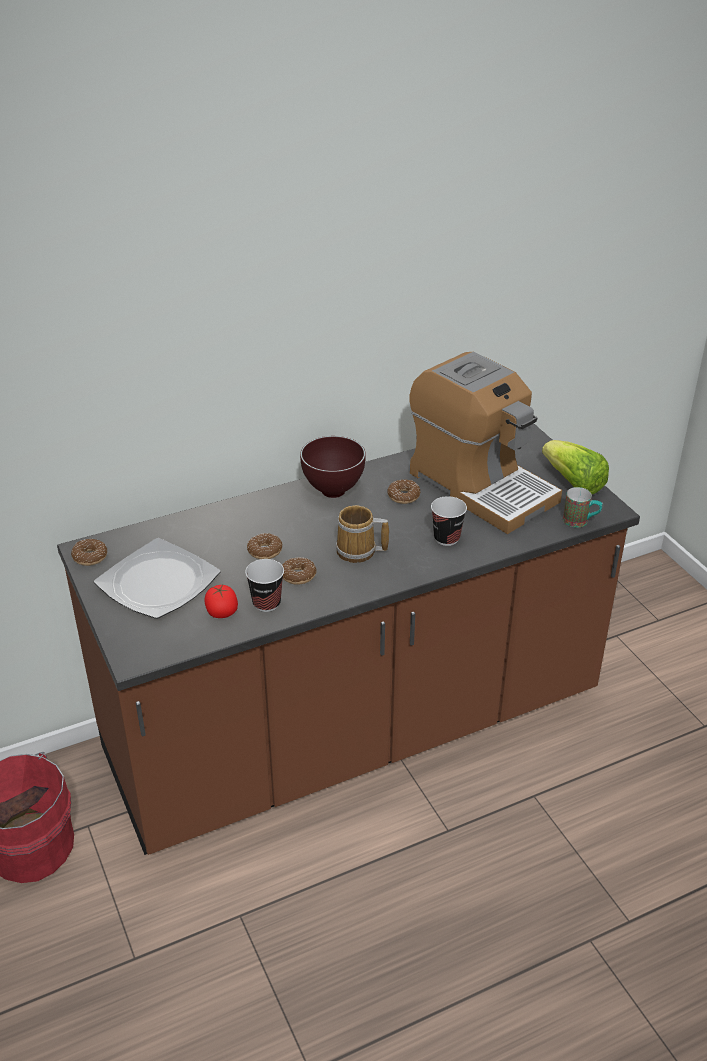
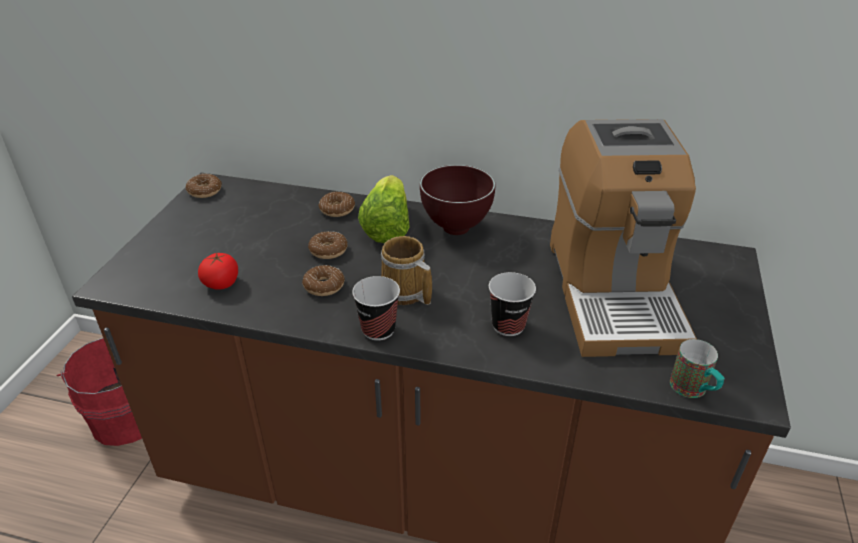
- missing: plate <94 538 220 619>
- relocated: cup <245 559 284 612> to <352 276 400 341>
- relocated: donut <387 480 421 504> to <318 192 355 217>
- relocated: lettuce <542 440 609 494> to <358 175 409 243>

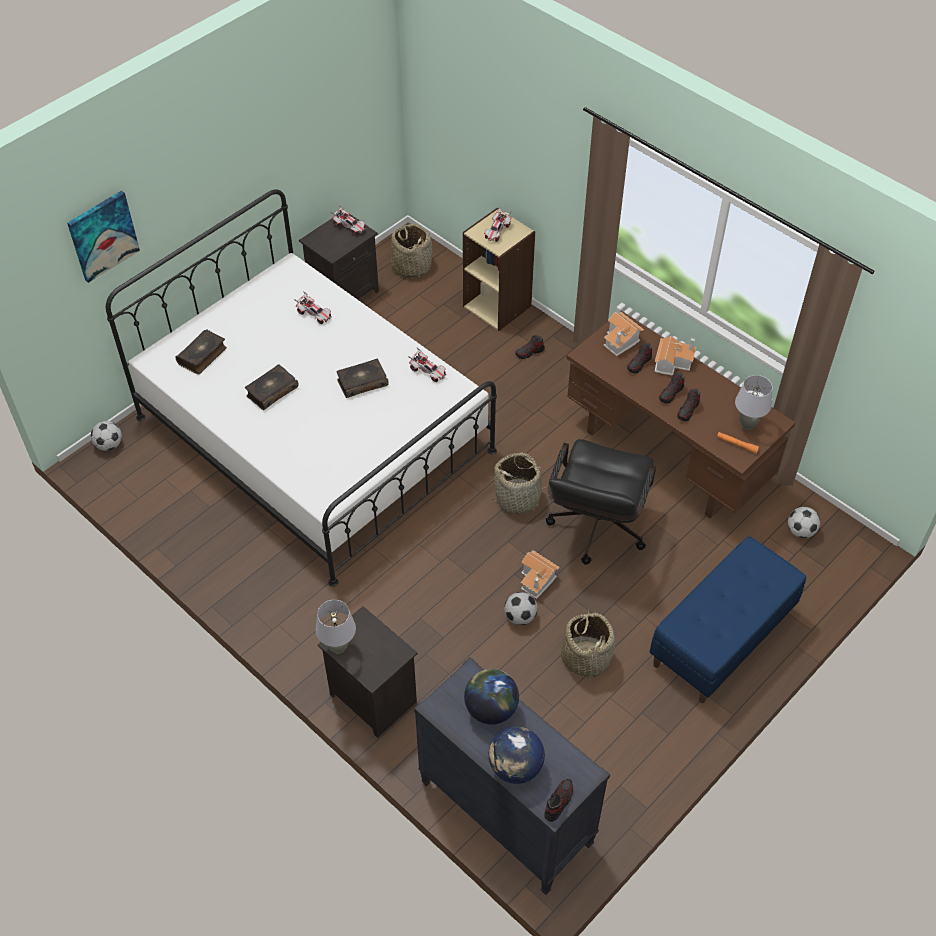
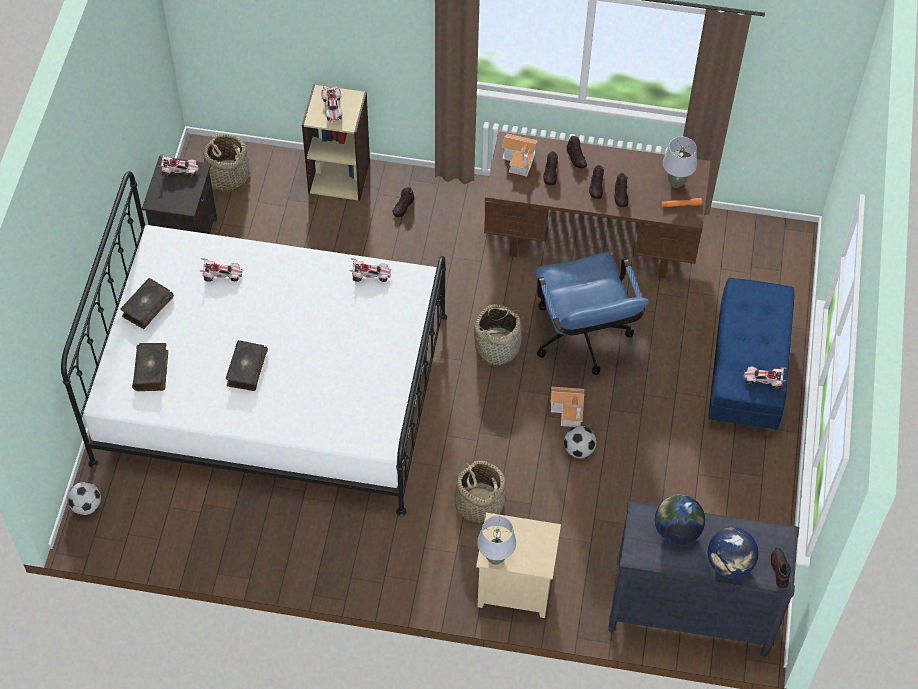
- missing: picture <67 191 140 283>
- missing: football <788 507 820 538>
- appeared: toy car <743 367 787 390>
- relocated: book <336 359 389 398> to <120 278 174 329>
- relocated: basket <561 611 615 680> to <454 461 506 523>
- exchanged: toy house <655 336 696 375> to shoe <567 136 587 168>
- colour: black nightstand <318 606 418 738> to beige nightstand <476 513 561 618>
- colour: black office chair <546 439 656 565> to blue office chair <535 252 649 375>

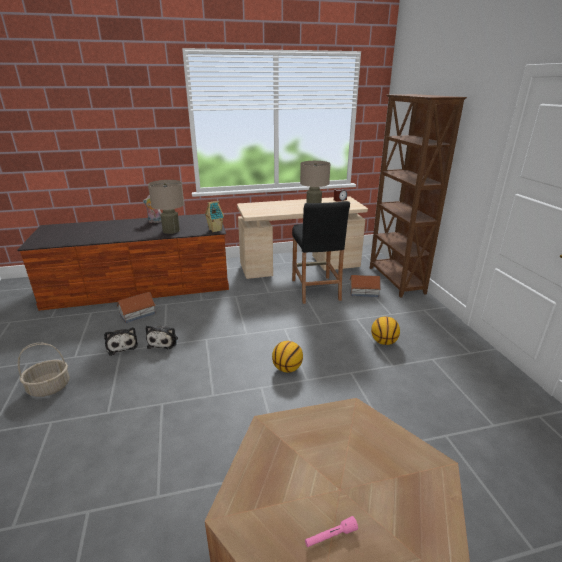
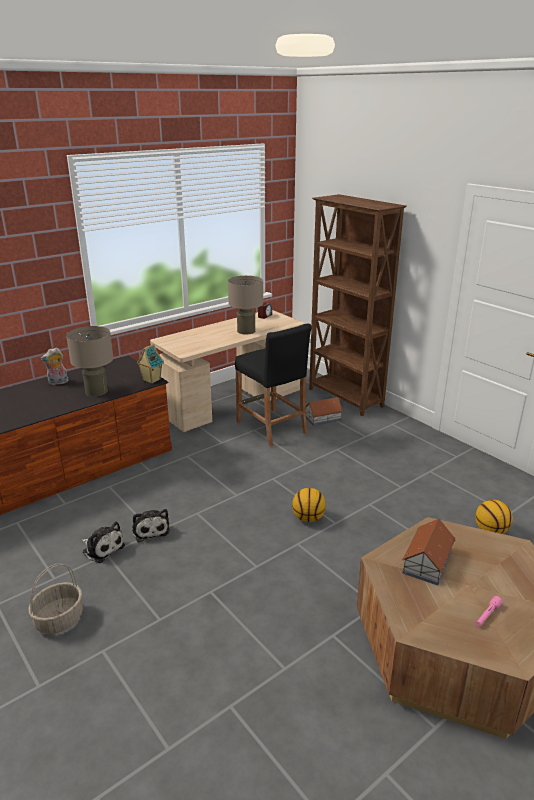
- relocated: toy house <117 292 156 323> to <402 519 456 586>
- relocated: basketball <371 317 400 345> to <475 500 513 534>

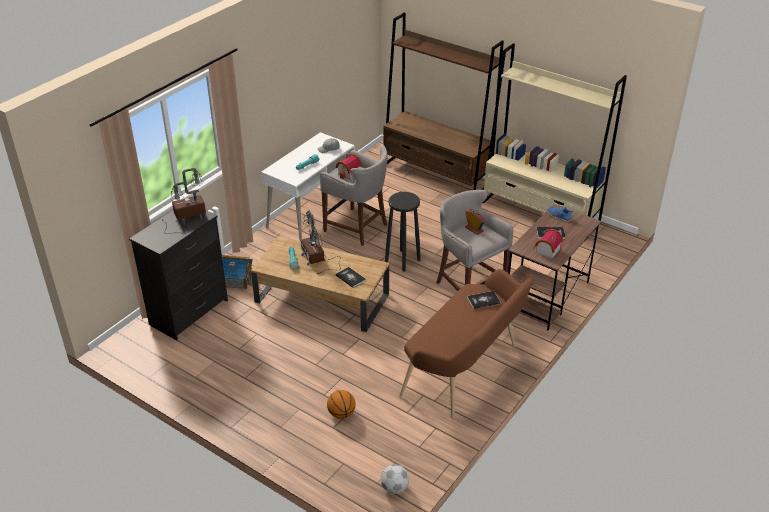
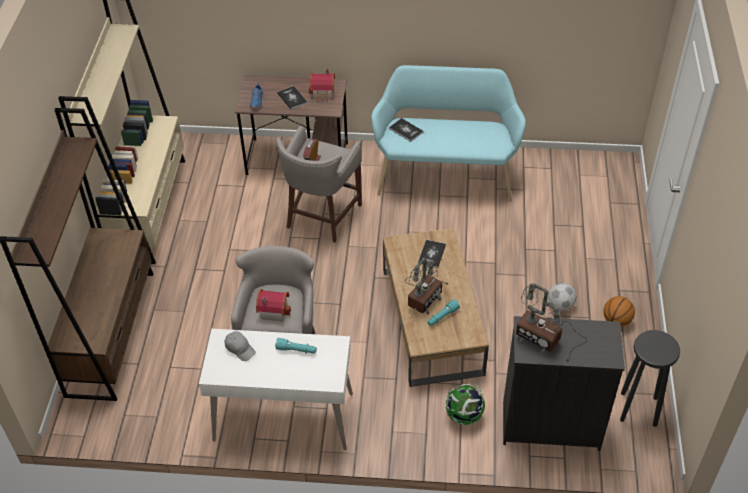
- relocated: basketball <327 390 356 419> to <603 296 635 327>
- relocated: football <381 464 409 494> to <548 283 576 311>
- relocated: black stool <385 192 421 272> to <620 330 680 427>
- exchanged: toy house <222 255 253 290> to globe <445 381 485 426>
- colour: brown bench <399 269 533 418> to turquoise bench <371 65 526 202>

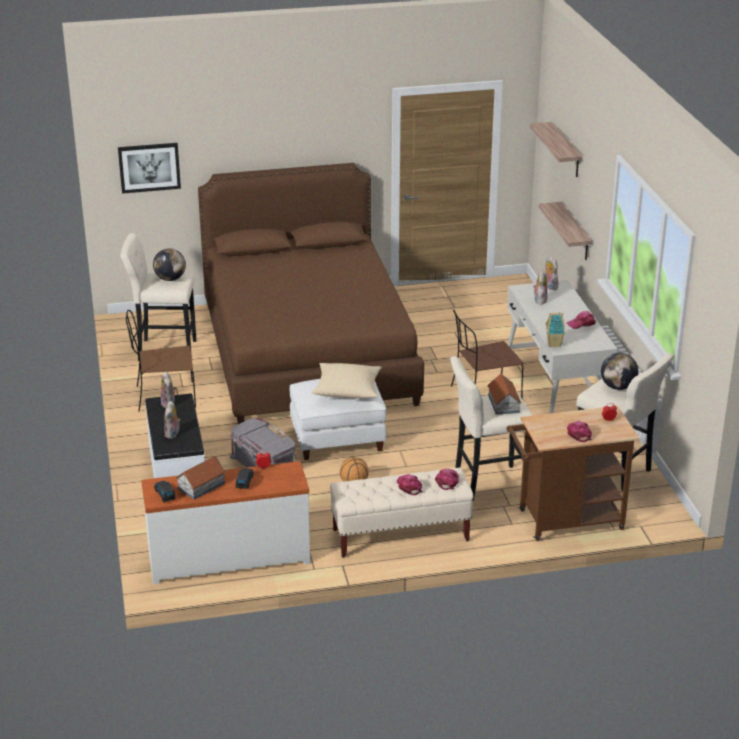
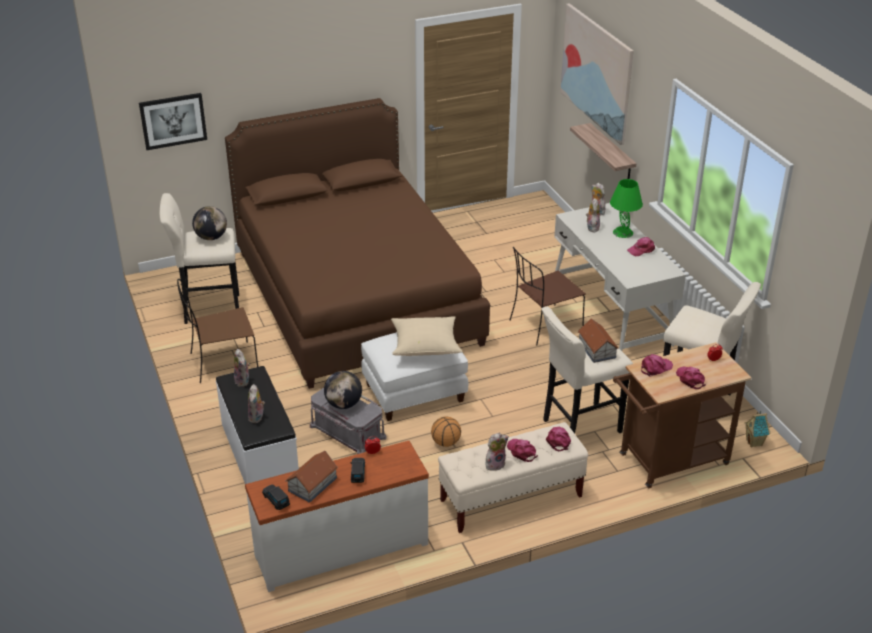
- appeared: plush toy <486 433 509 471>
- appeared: green table lamp <610 179 643 238>
- appeared: pink cap <641 354 673 377>
- relocated: toy house <546 312 565 347> to <744 411 770 448>
- relocated: globe <601 353 638 390> to <324 371 362 409>
- exchanged: shelf <530 122 582 177> to picture <560 3 634 145>

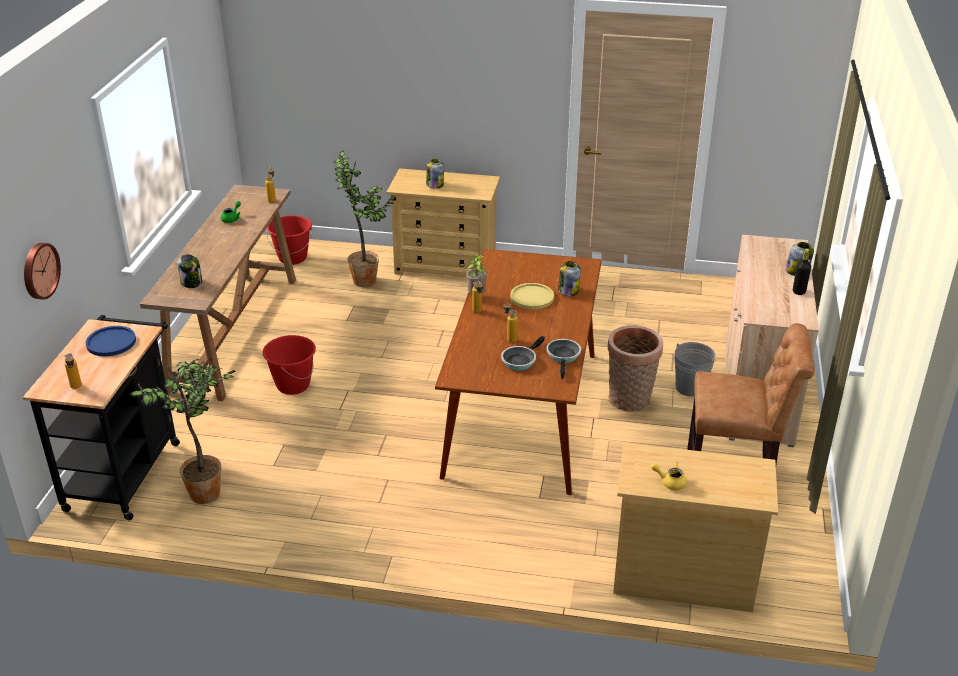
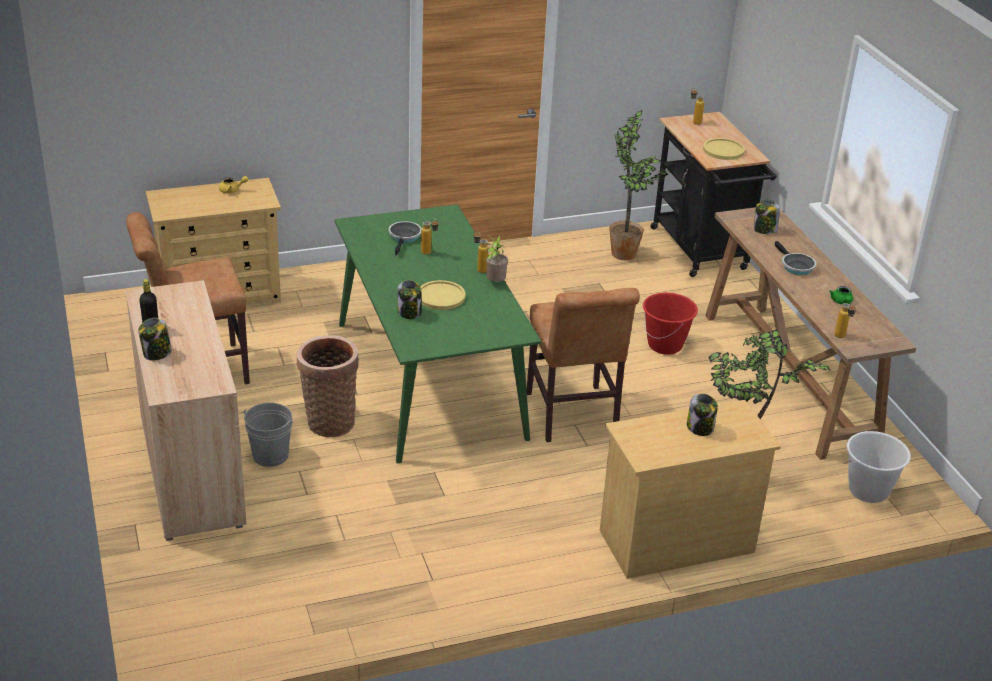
- missing: wall clock <24 243 61 300>
- appeared: brown chair <526 288 640 442>
- relocated: frying pan <546 339 581 379> to <775 241 816 275>
- colour: blue plate <86 326 136 356> to yellow plate <703 138 745 160>
- colour: red bucket <266 215 313 265> to white bucket <843 431 911 503>
- colour: brown dining table <435 249 602 495> to green dining table <335 205 542 464>

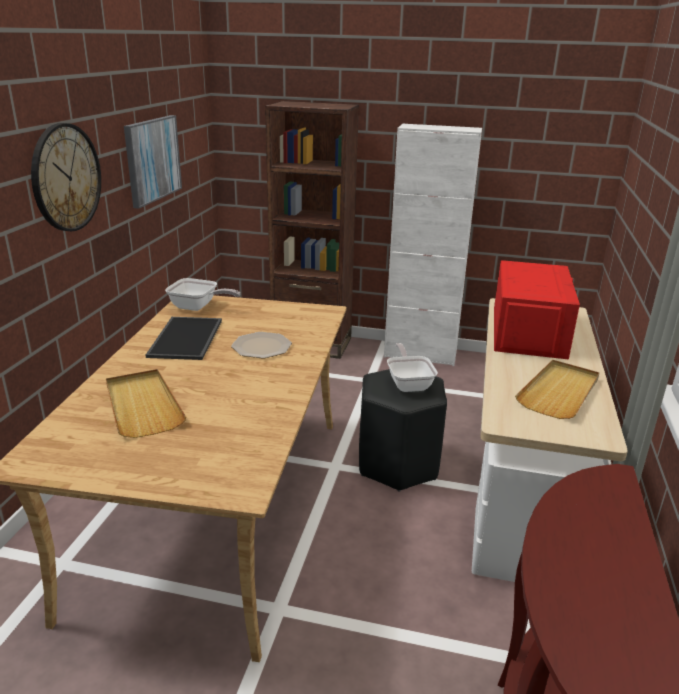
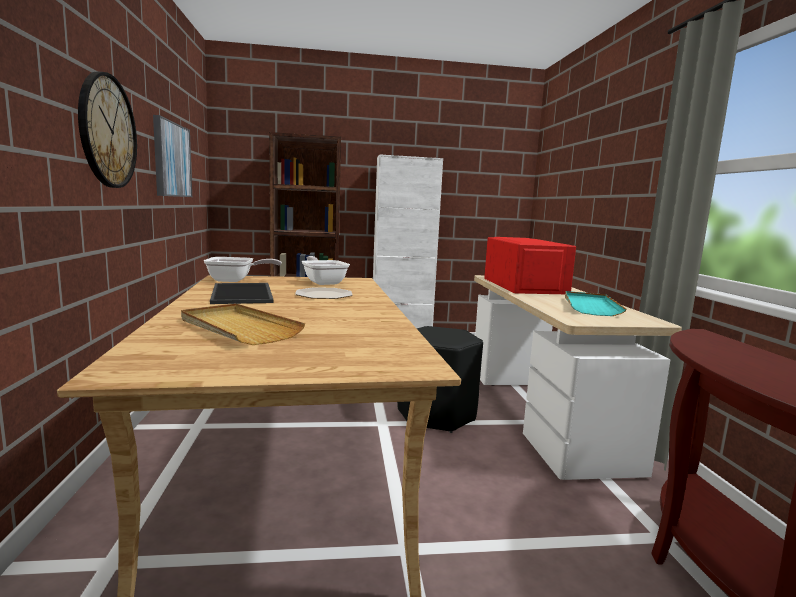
- relocated: frying pan <387 343 438 392> to <302 256 350 285>
- colour: beige tray <515 360 599 419> to turquoise tray <565 291 627 316>

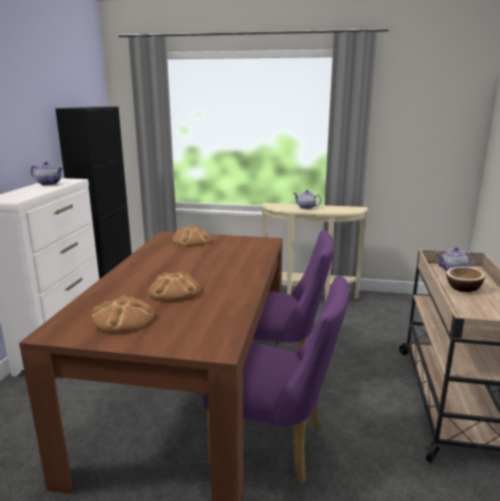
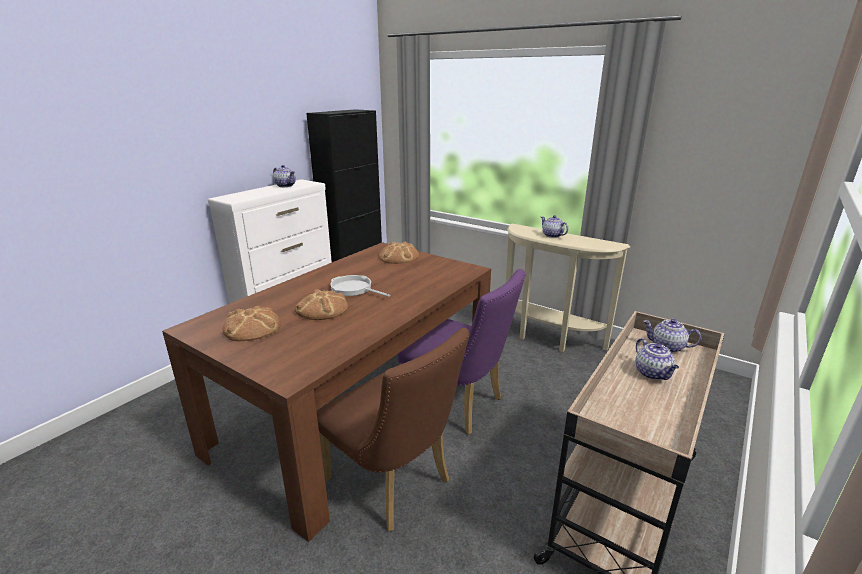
- appeared: frying pan <330 275 390 297>
- exchanged: bowl <446 267 485 292> to teapot <636 338 679 380>
- colour: purple chair <203 275 349 484> to brown chair <316 328 470 531>

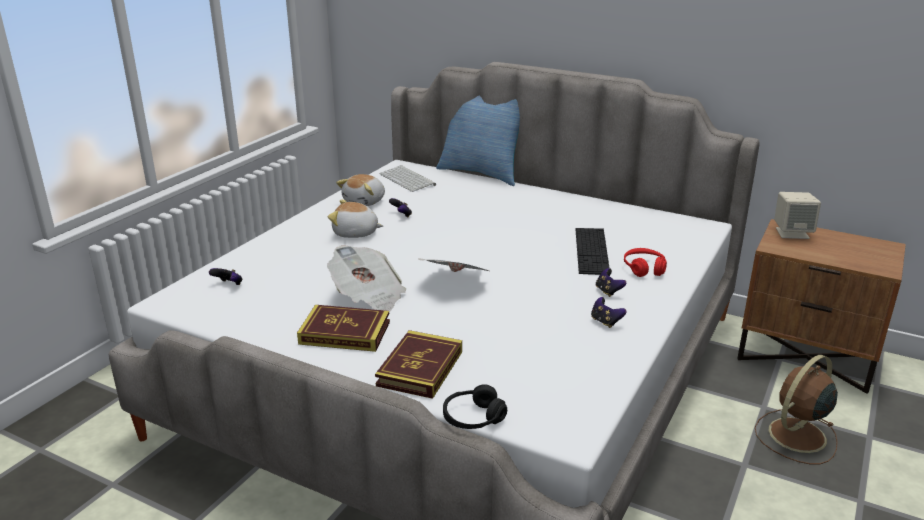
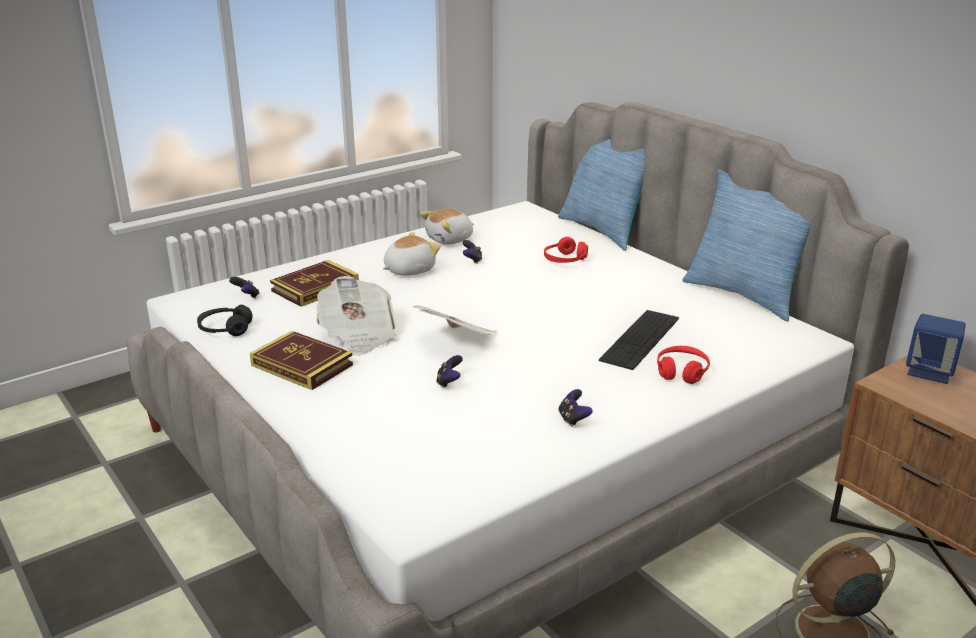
- missing: keyboard <380 165 436 192>
- appeared: red headphones <544 237 588 263>
- appeared: pillow <683 169 811 322>
- relocated: book <375 330 462 399> to <270 260 359 307>
- relocated: black headphones <443 384 507 429> to <197 305 253 336>
- relocated: game controller <596 268 626 297> to <436 355 463 388>
- colour: beige speaker <774 192 821 239> to blue speaker <906 314 966 384>
- spun: plush toy <328 200 383 238> = <383 232 441 276> 105 degrees clockwise

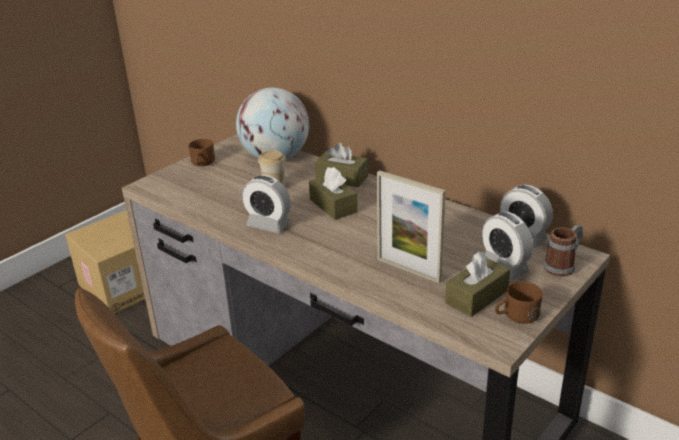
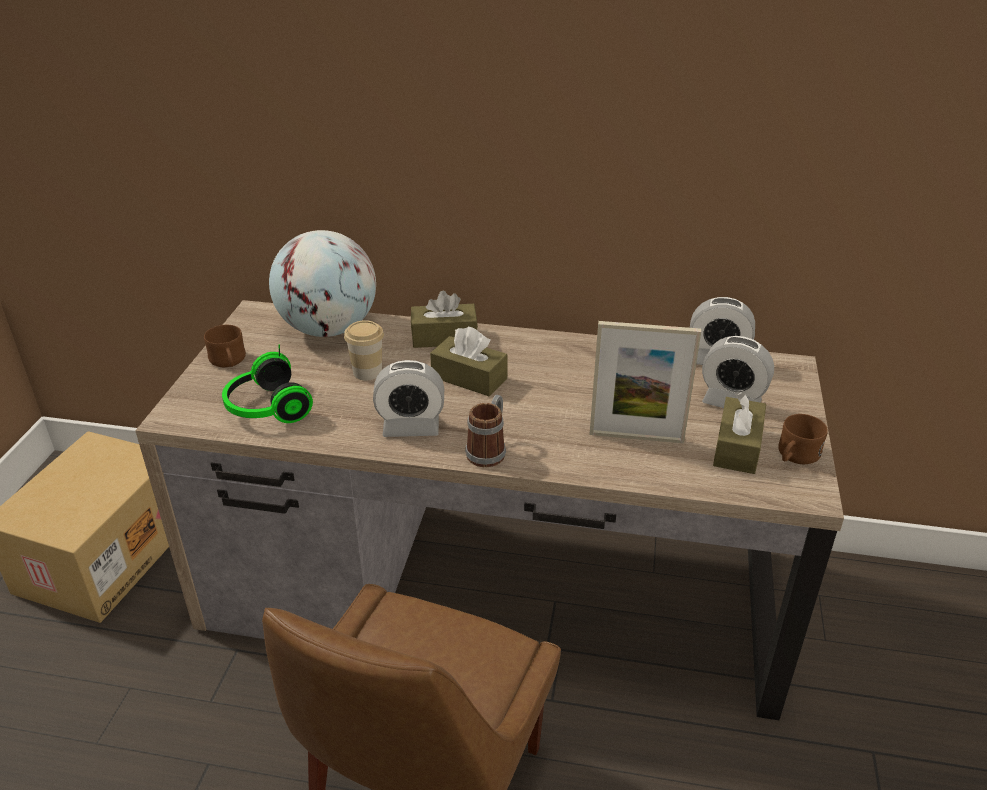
- appeared: headphones <222 344 313 423>
- relocated: mug <543 225 583 277> to <465 395 506 467>

